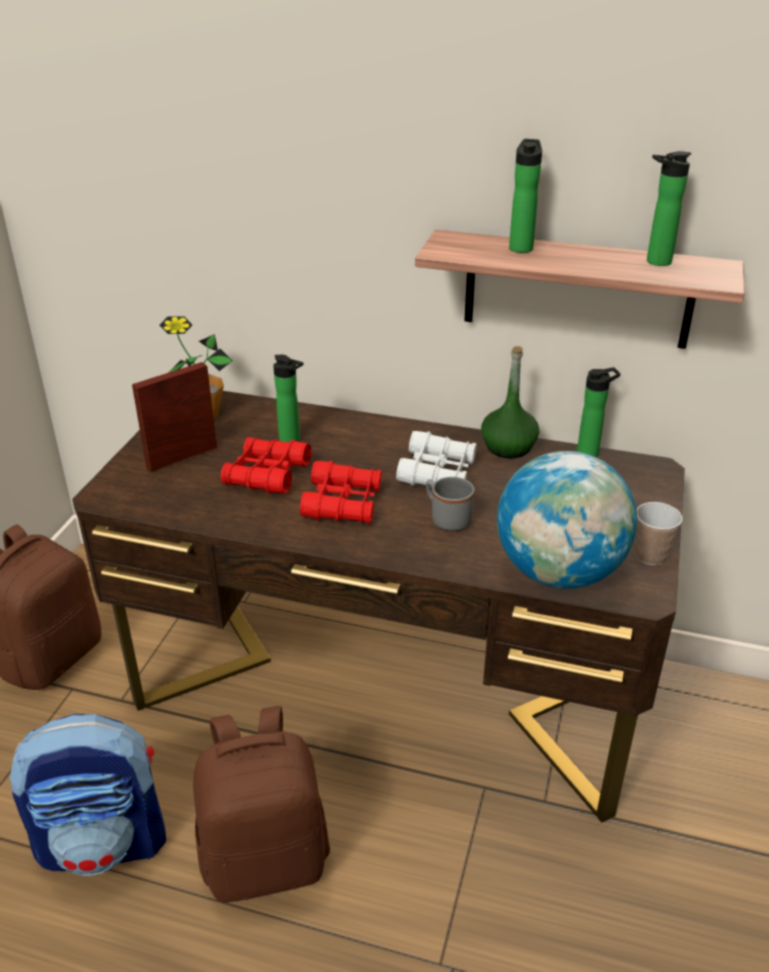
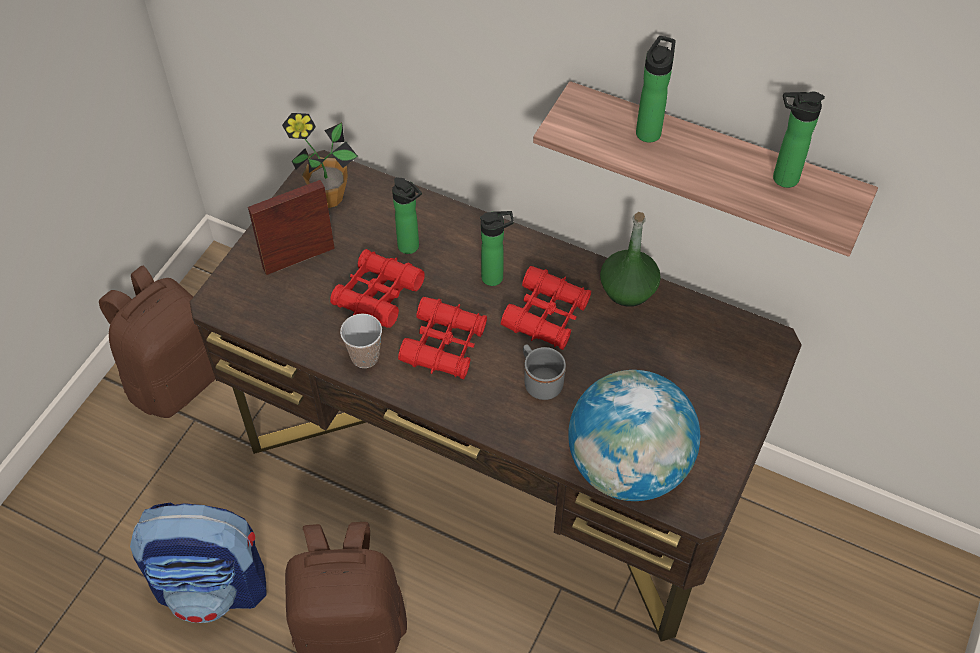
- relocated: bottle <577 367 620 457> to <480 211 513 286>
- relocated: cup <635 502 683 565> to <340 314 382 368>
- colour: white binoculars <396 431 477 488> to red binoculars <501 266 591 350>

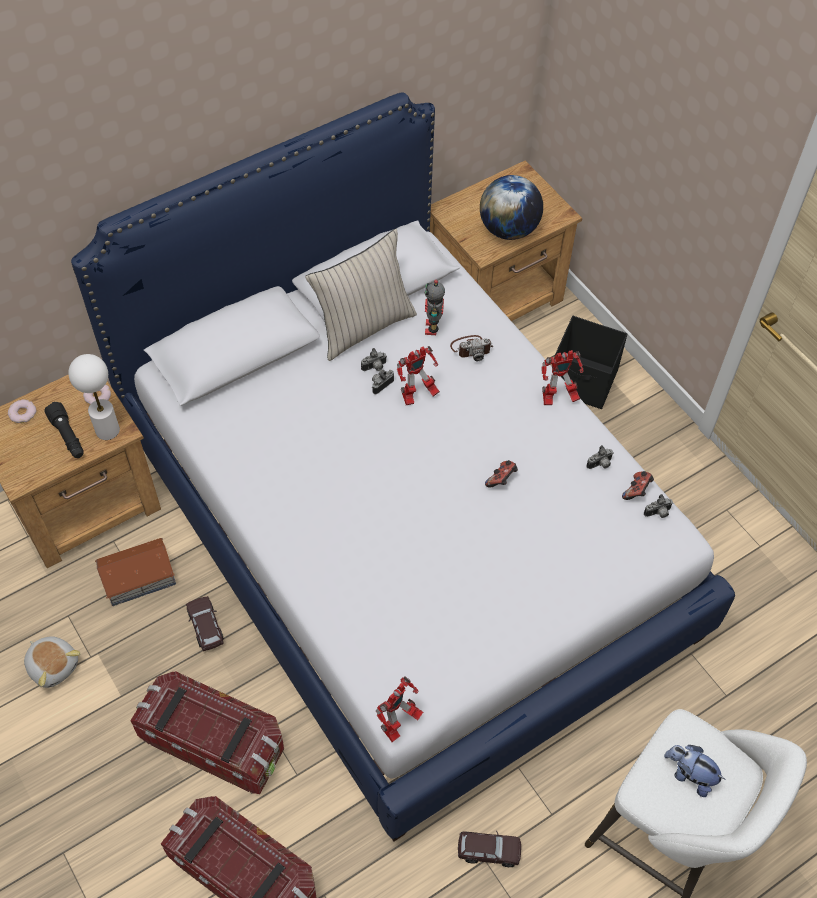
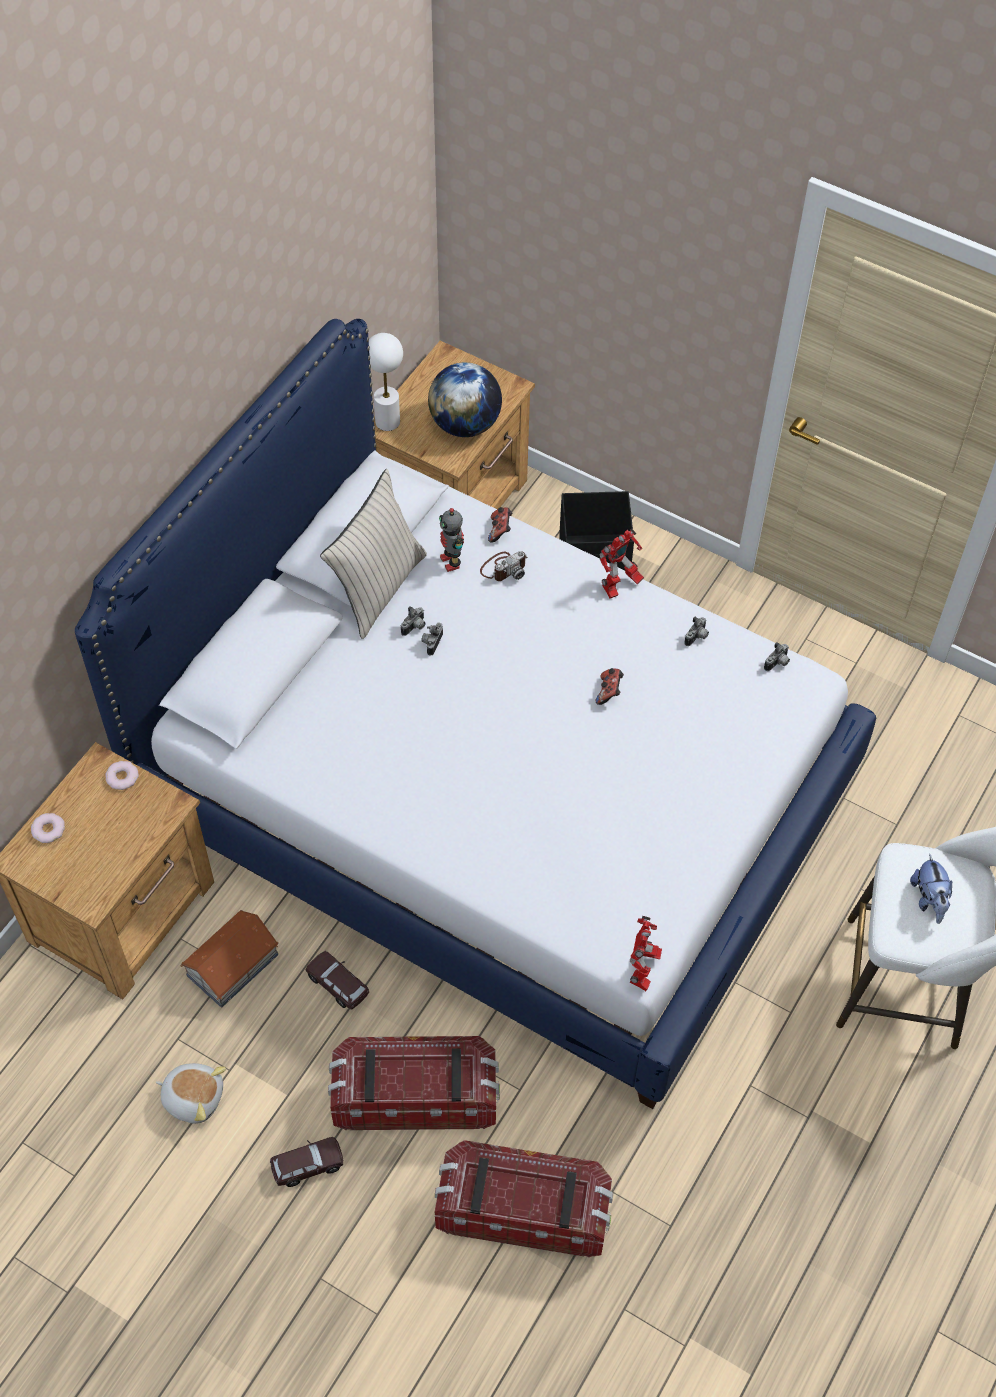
- missing: black flashlight <44 402 84 458>
- missing: toy robot <397 346 440 405>
- relocated: white table lamp <68 354 120 440> to <369 333 403 431>
- relocated: brown toy car <458 831 521 867> to <270 1137 343 1187>
- relocated: game controller <622 471 654 500> to <488 507 512 542>
- spun: plush toy <664 745 726 797> = <910 854 952 924> 105 degrees counterclockwise

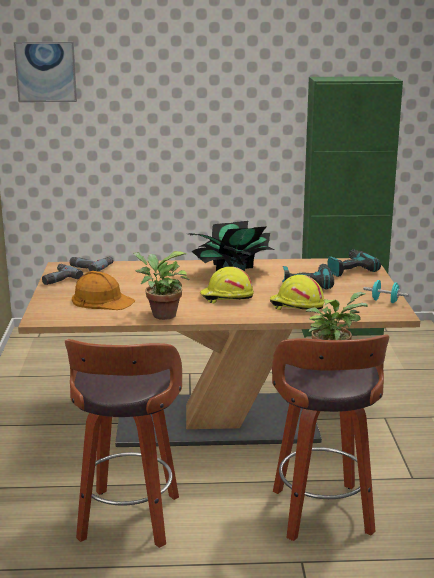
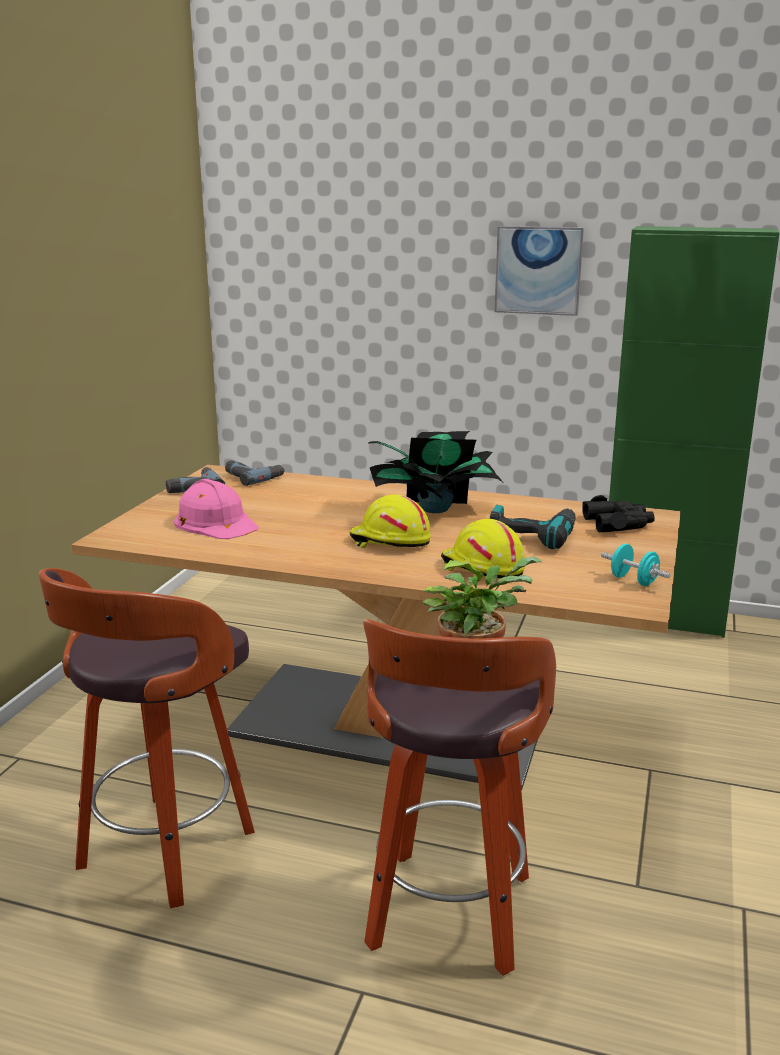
- missing: potted plant <134 251 189 320>
- relocated: picture <14 42 77 102> to <494 226 584 316>
- exchanged: power drill <327 249 381 277> to black binoculars <582 495 655 532>
- colour: orange hard hat <72 271 135 310> to pink hard hat <174 479 259 539>

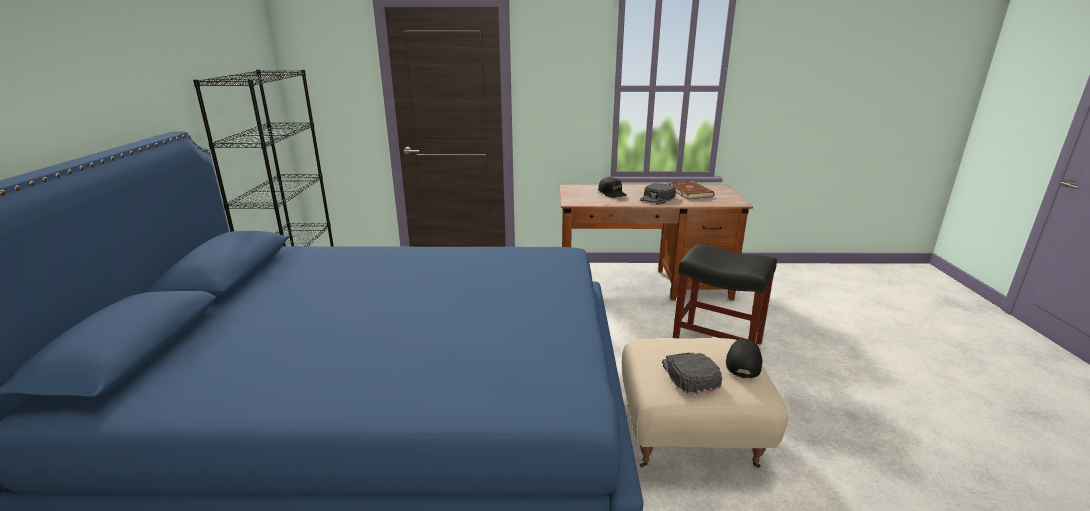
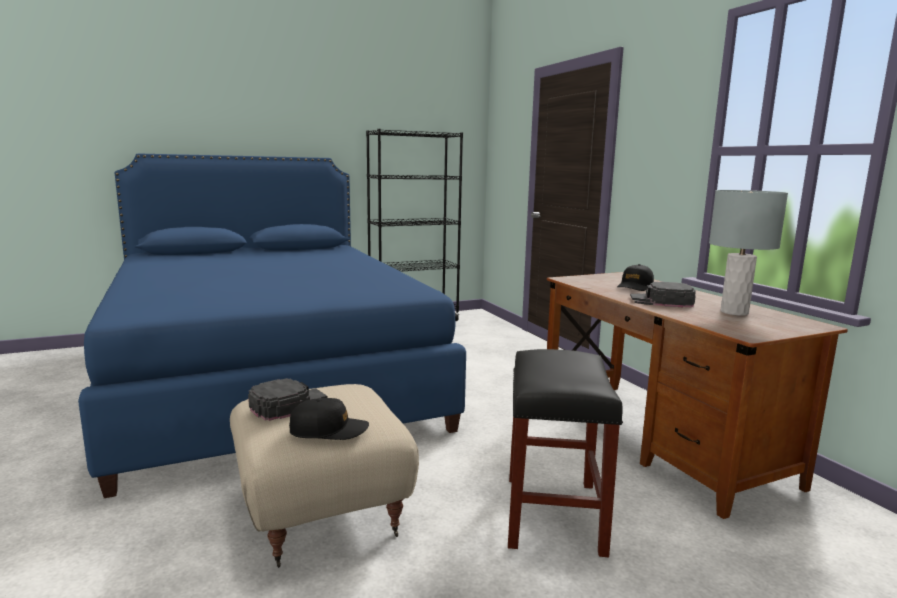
- exchanged: brown book <668 181 715 199> to grey table lamp <709 190 788 316>

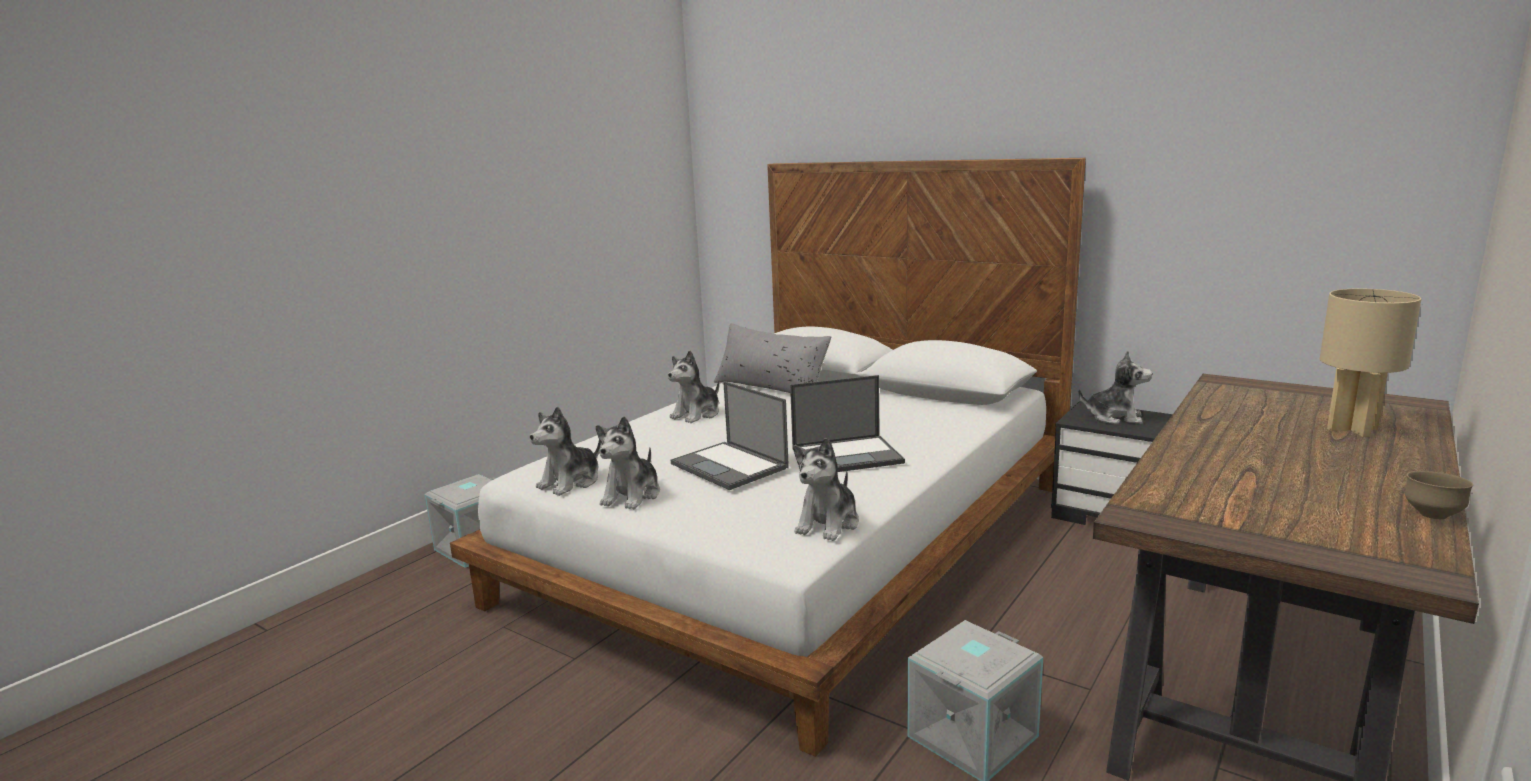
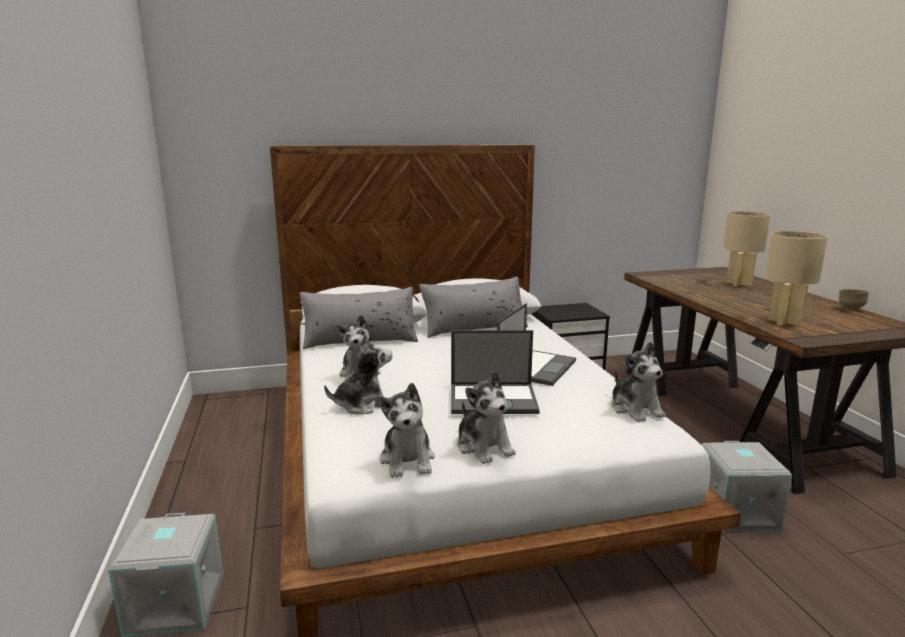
- appeared: grey pillow <419 277 528 338>
- appeared: beige table lamp <765 231 828 326>
- relocated: plush toy <1079 351 1153 425> to <324 334 392 414>

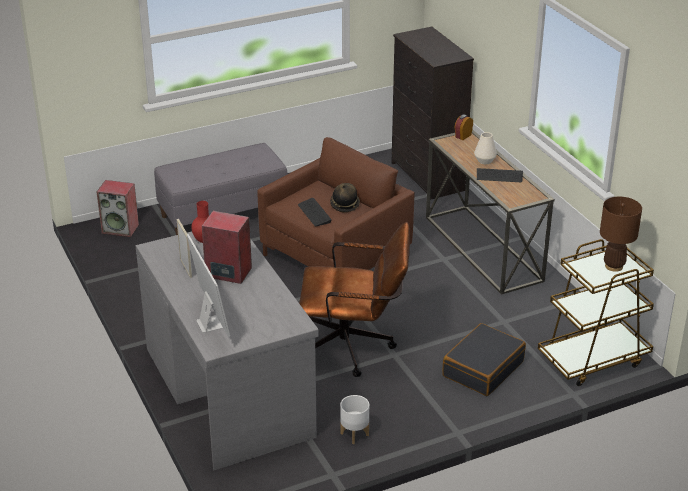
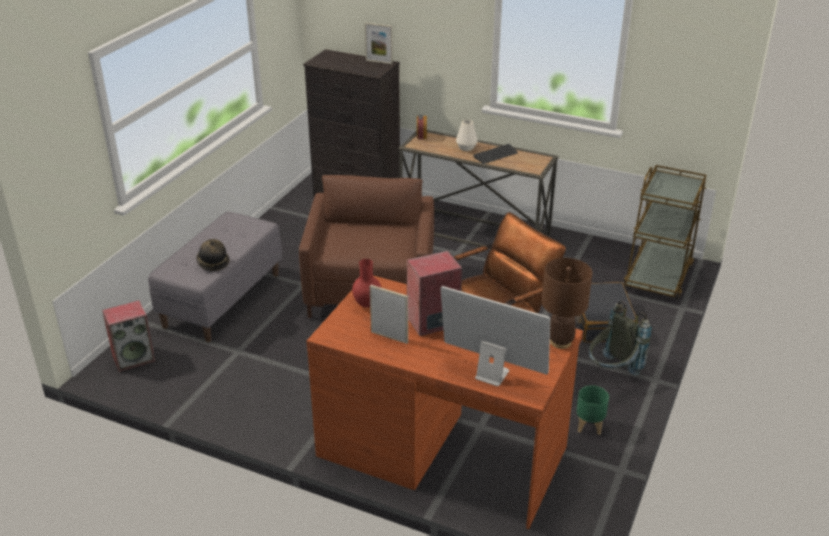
- missing: keyboard <298 198 332 227>
- appeared: picture frame <365 23 392 64>
- appeared: grey backpack <589 301 652 375>
- relocated: hat <330 183 360 212> to <196 239 229 271>
- relocated: brown table lamp <600 197 642 272> to <542 258 592 349>
- colour: grey desk <136 231 319 470> to brown desk <306 276 583 529>
- colour: white planter <340 395 369 444> to green planter <576 385 609 435>

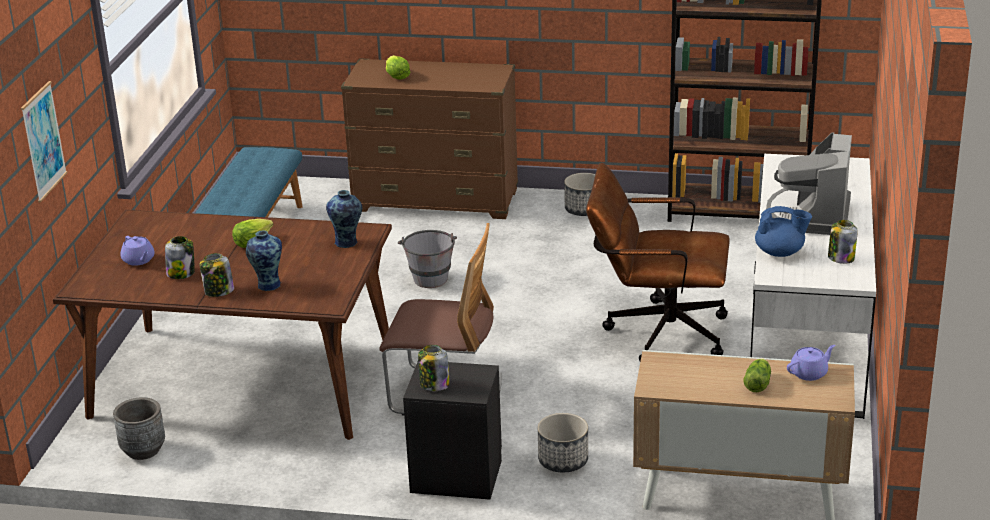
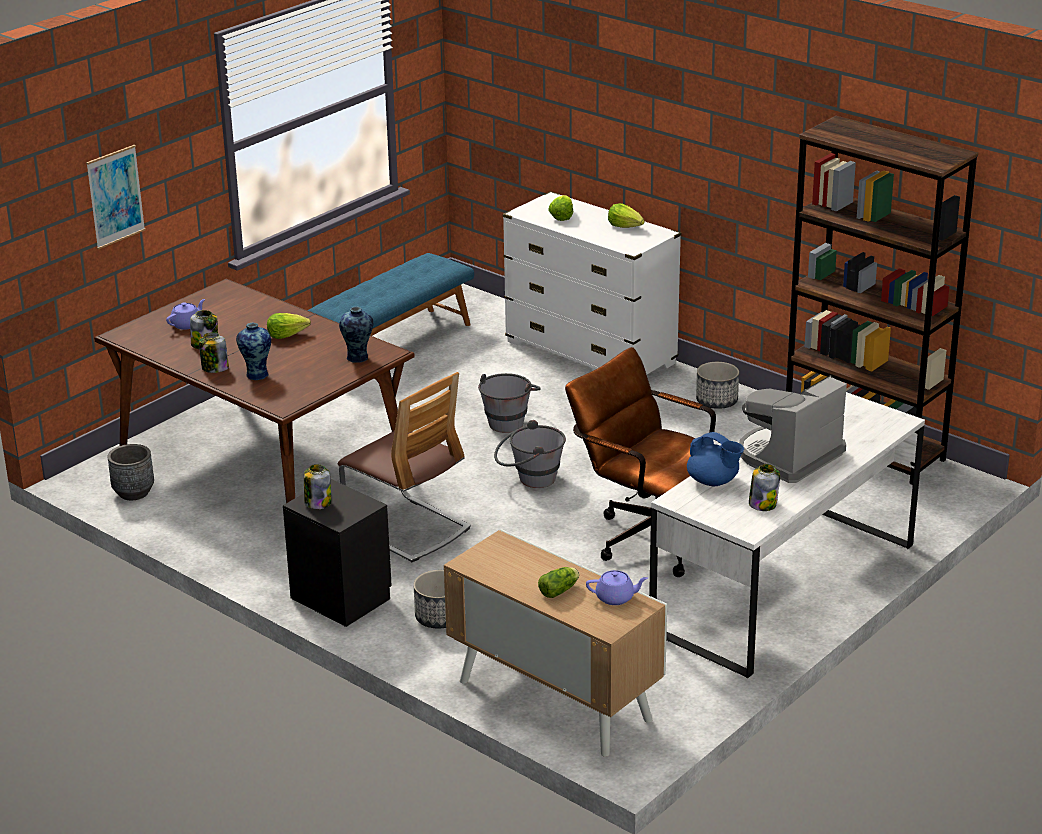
- appeared: grey bucket <494 420 566 488>
- appeared: lettuce <608 203 645 228>
- colour: brown dresser <341 58 518 219> to white dresser <503 191 682 375>
- spun: purple teapot <121 236 154 266> = <166 299 205 330> 135 degrees counterclockwise

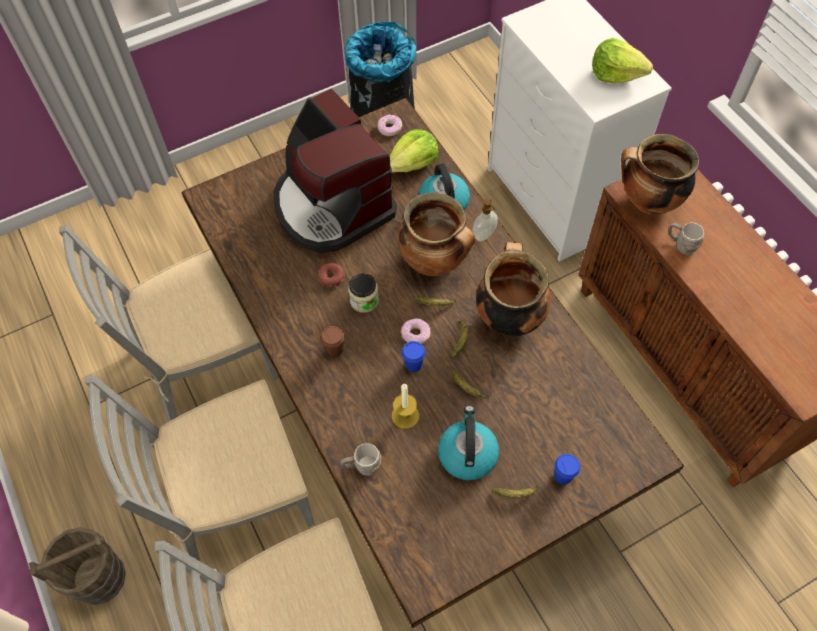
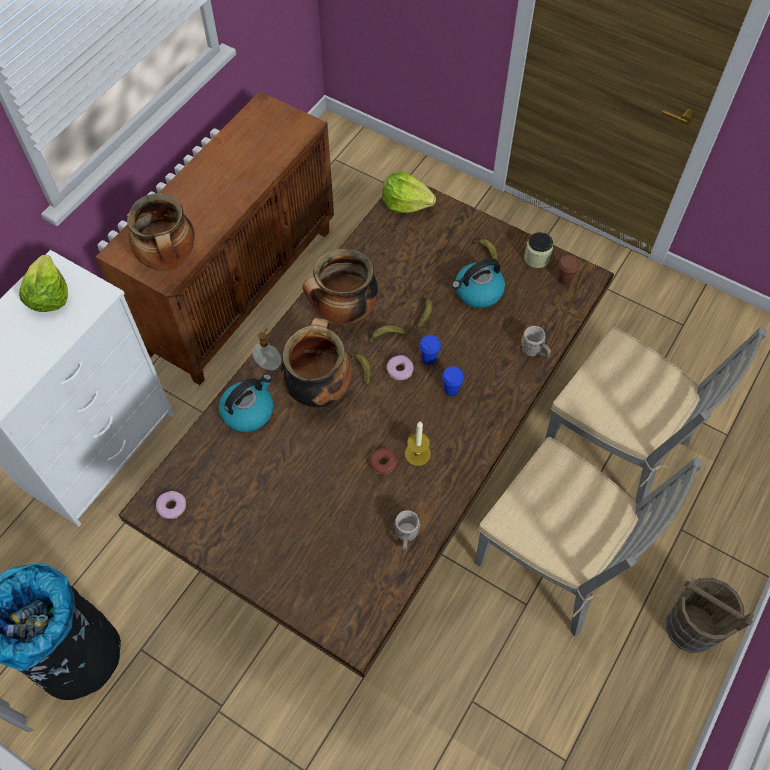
- missing: grey chair <59 225 279 422>
- missing: coffee machine <273 88 397 253>
- relocated: brown cup <321 326 344 357> to <558 255 579 285>
- relocated: jar <348 273 379 313> to <524 232 553 268>
- relocated: lettuce <390 129 439 172> to <382 171 436 213>
- relocated: candle <392 384 419 429> to <405 422 431 466>
- relocated: blue cup <554 454 580 485> to <442 366 464 396>
- relocated: grey mug <668 223 704 255> to <394 510 420 551>

